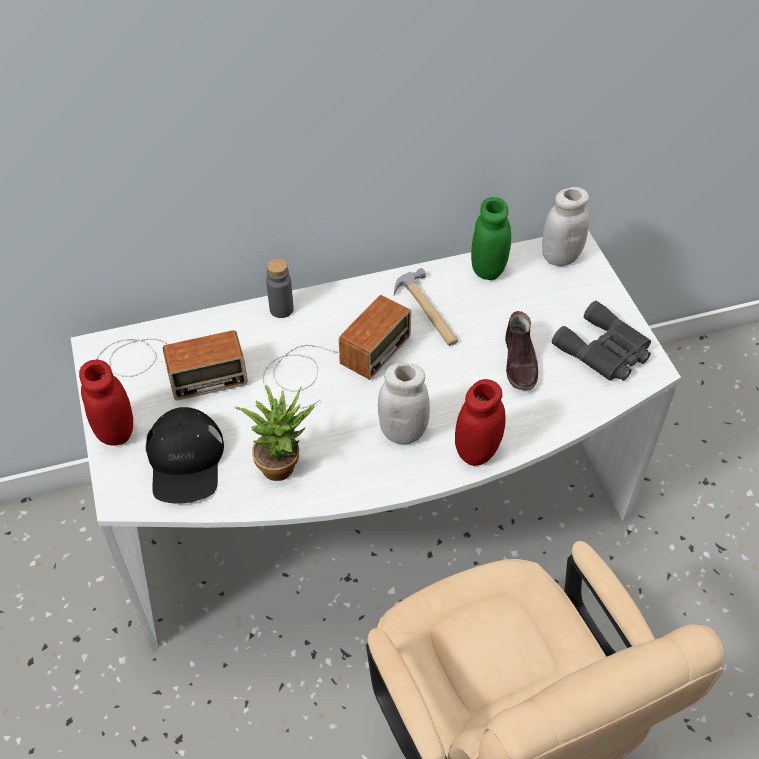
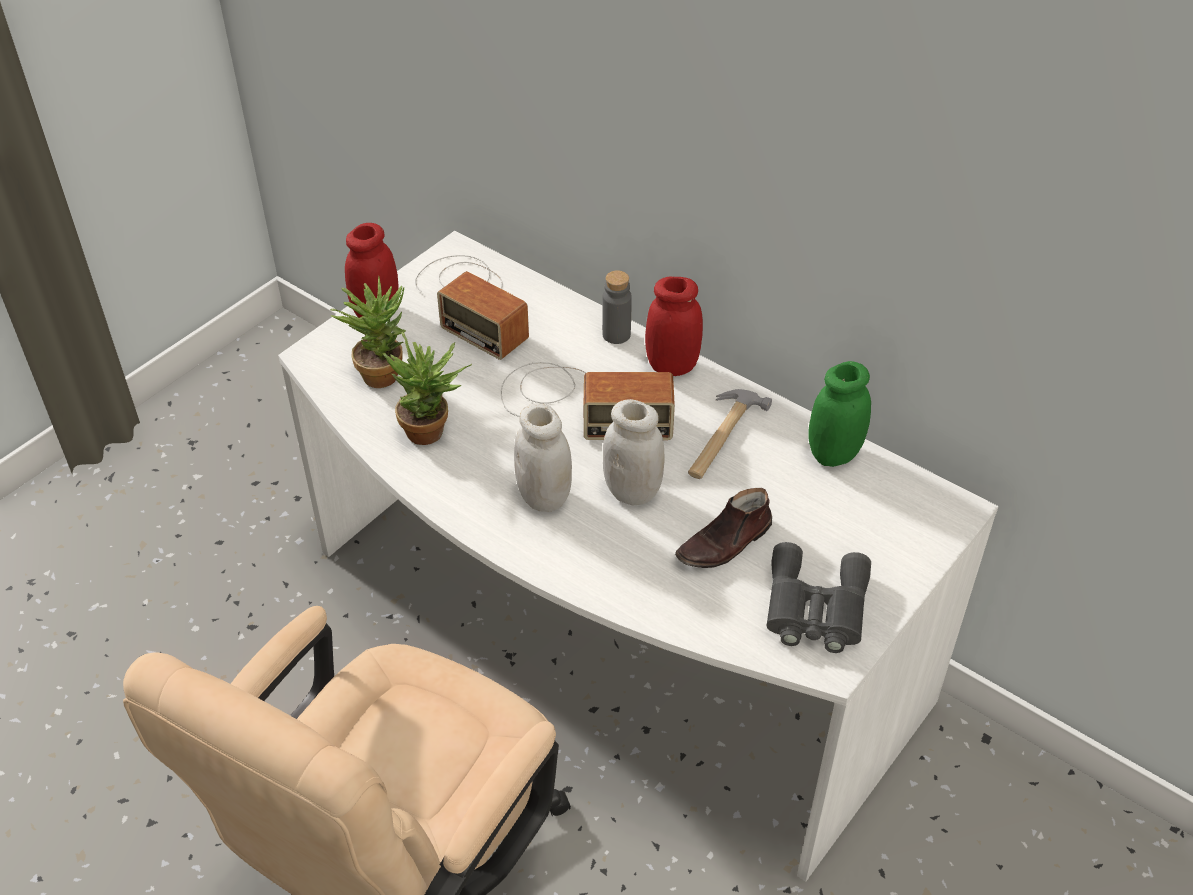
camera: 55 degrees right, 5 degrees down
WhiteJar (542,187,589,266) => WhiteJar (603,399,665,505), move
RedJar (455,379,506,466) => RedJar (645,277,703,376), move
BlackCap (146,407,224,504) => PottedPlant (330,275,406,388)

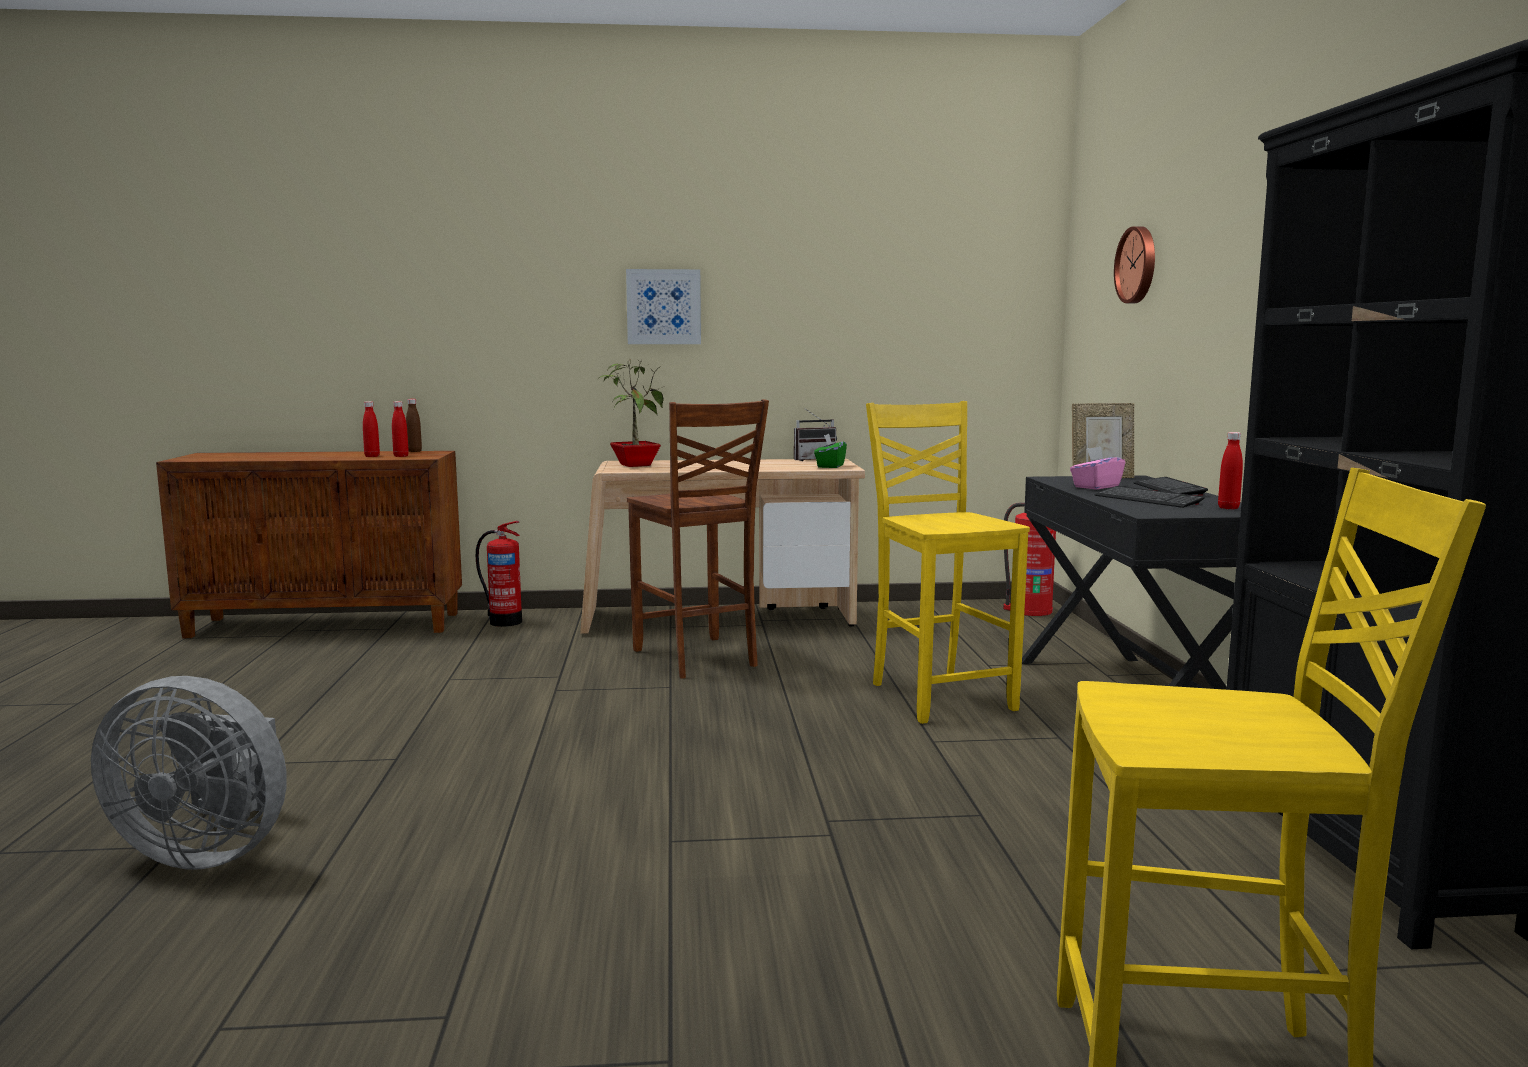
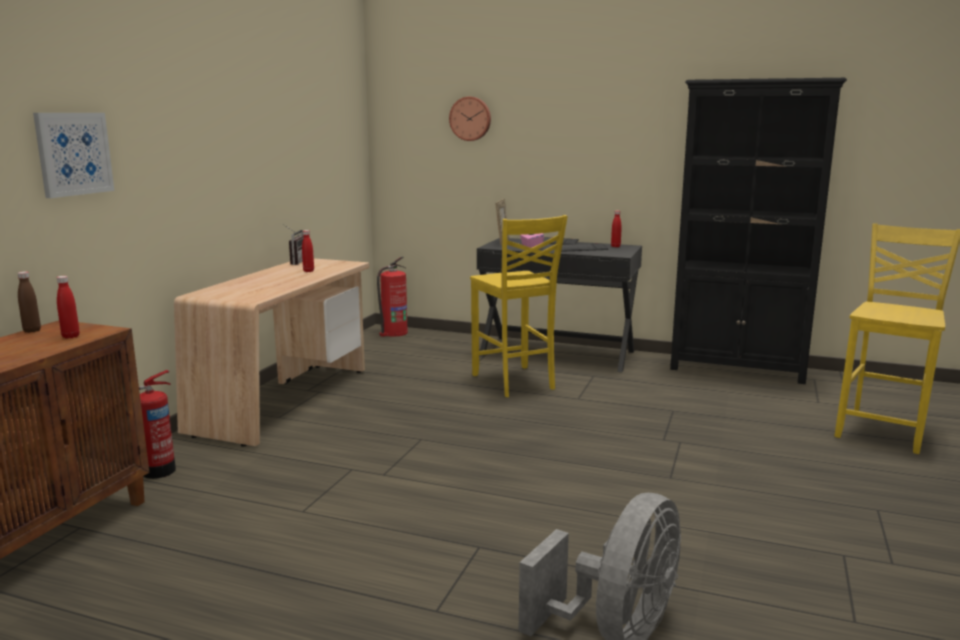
camera: 65 degrees left, 5 degrees up
Picture (626,269,701,344) => Picture (33,113,114,198), move
PottedPlant (596,358,665,467) => nothing
BrownChair (627,399,769,679) => nothing
RedBottle (363,401,380,457) => RedBottle (302,230,314,272), move
YellowChair (866,401,1030,724) => YellowChair (470,215,568,397), 120 degrees counterclockwise
GreenTissueBox (814,434,847,468) => nothing

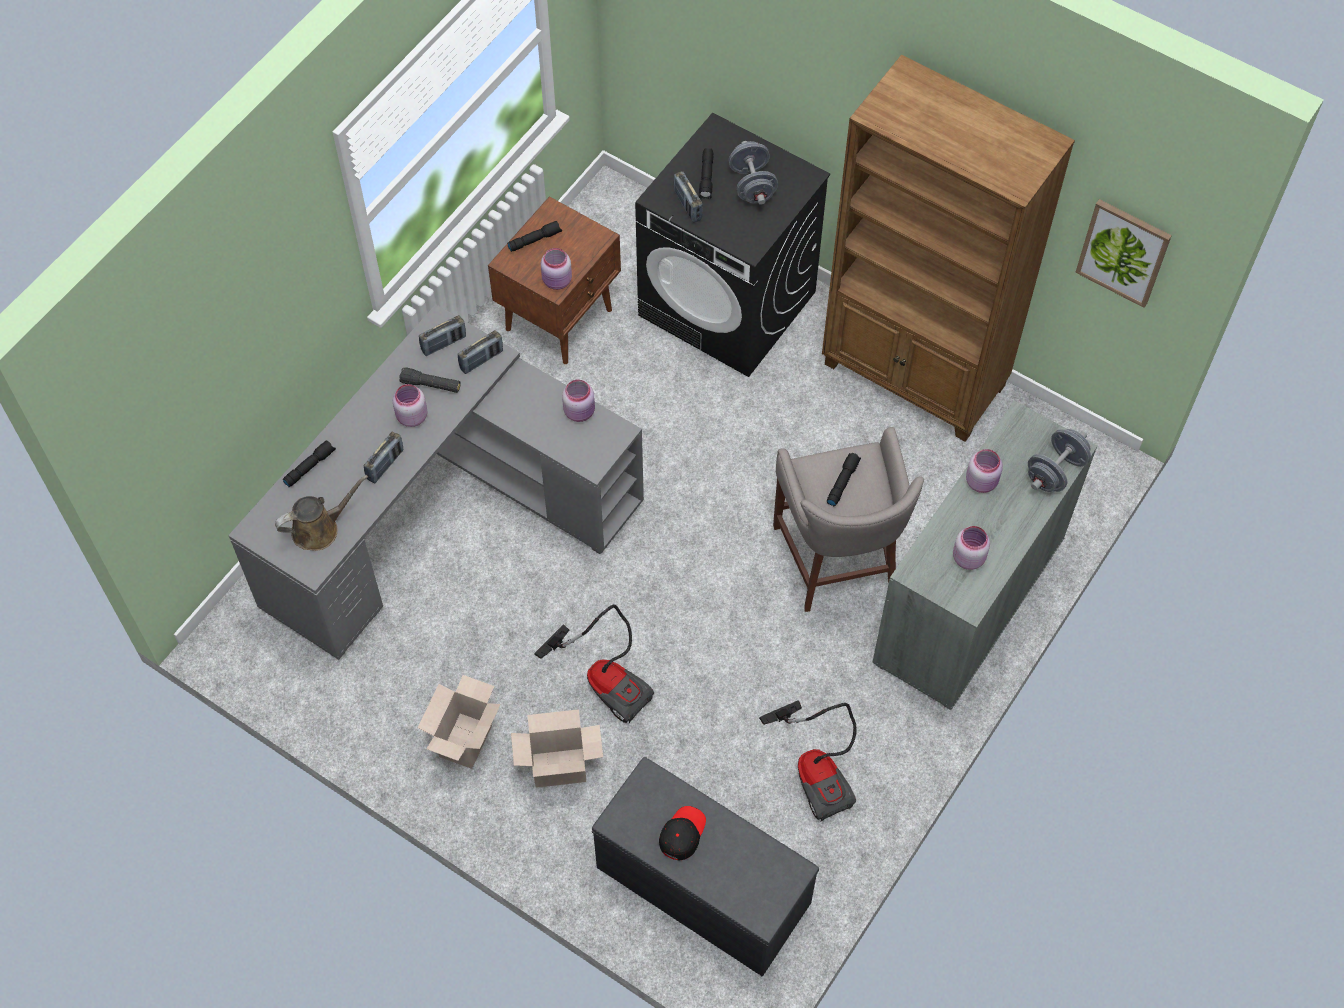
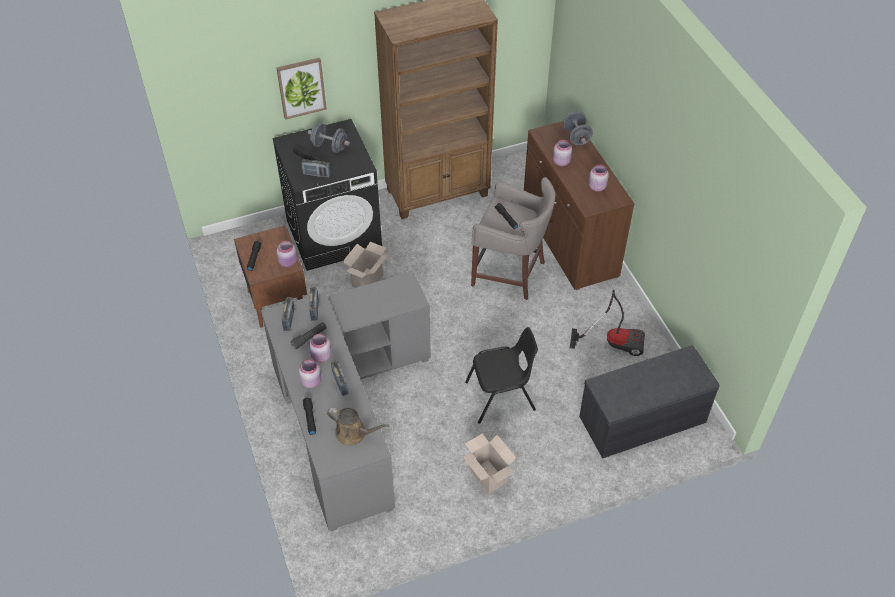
camera: 55 degrees left, 10 degrees down
Picture (1075,199,1172,308) => Picture (276,58,327,120), move
PinkJar (562,379,595,422) => PinkJar (299,359,321,388), move
GreyCabinet (872,401,1098,710) => BrownCabinet (524,121,635,290)
BrownWateringCan (275,475,368,551) => BrownWateringCan (327,408,389,446), 105 degrees clockwise
VacuumCleaner (534,604,654,724) => BlackChair (465,327,538,424)
CardboardBox (511,709,603,788) => CardboardBox (343,242,388,288), move
BlackCap (659,806,706,861) => nothing

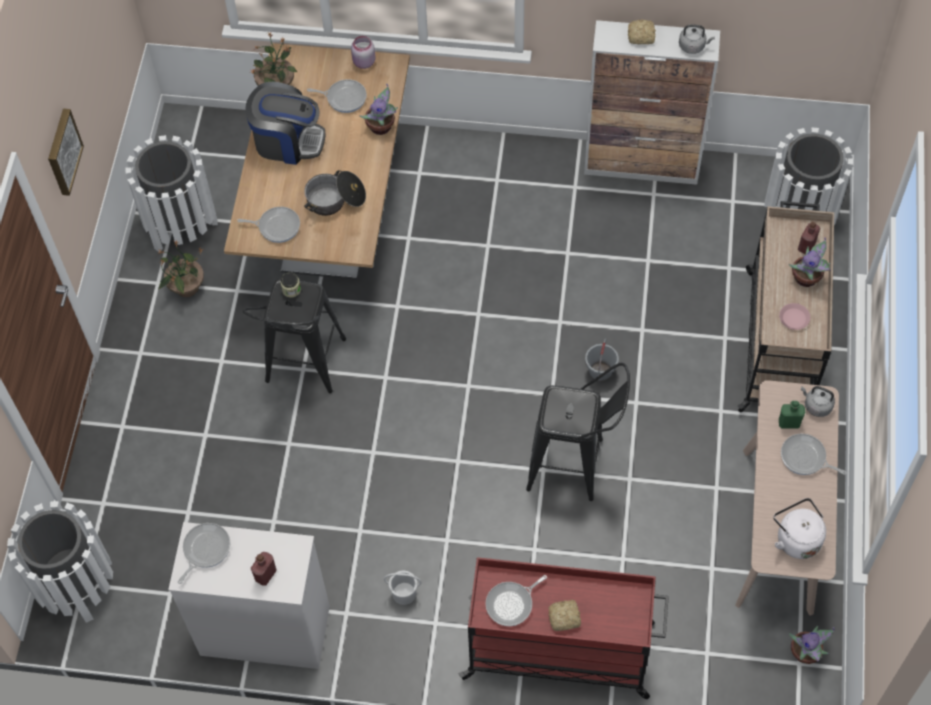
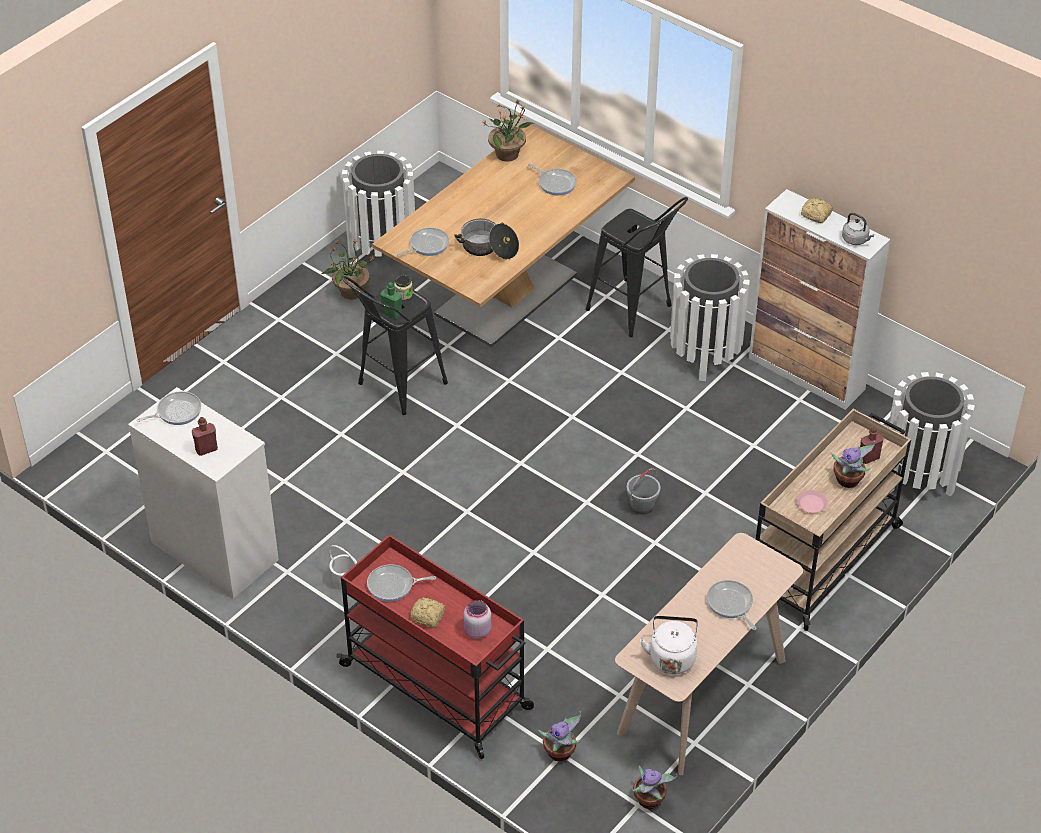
camera: 30 degrees right, 15 degrees down
PinkJar (351,36,375,69) => PinkJar (464,600,491,639), move
CoffeeMachine (245,82,326,165) => nothing
PottedPlant (360,83,398,135) => PottedPlant (538,711,581,762), move
Picture (48,109,84,196) => nothing
FryingPan (237,207,300,243) => FryingPan (397,228,449,256), 75 degrees counterclockwise
BlackStool (526,363,630,501) => BlackStool (586,197,688,337), move
GreyKettle (801,386,835,417) => nothing
GreenBottle (779,401,805,429) => GreenBottle (381,282,402,319), move
WhiteTrashCan (7,501,113,623) => WhiteTrashCan (670,254,750,381), move

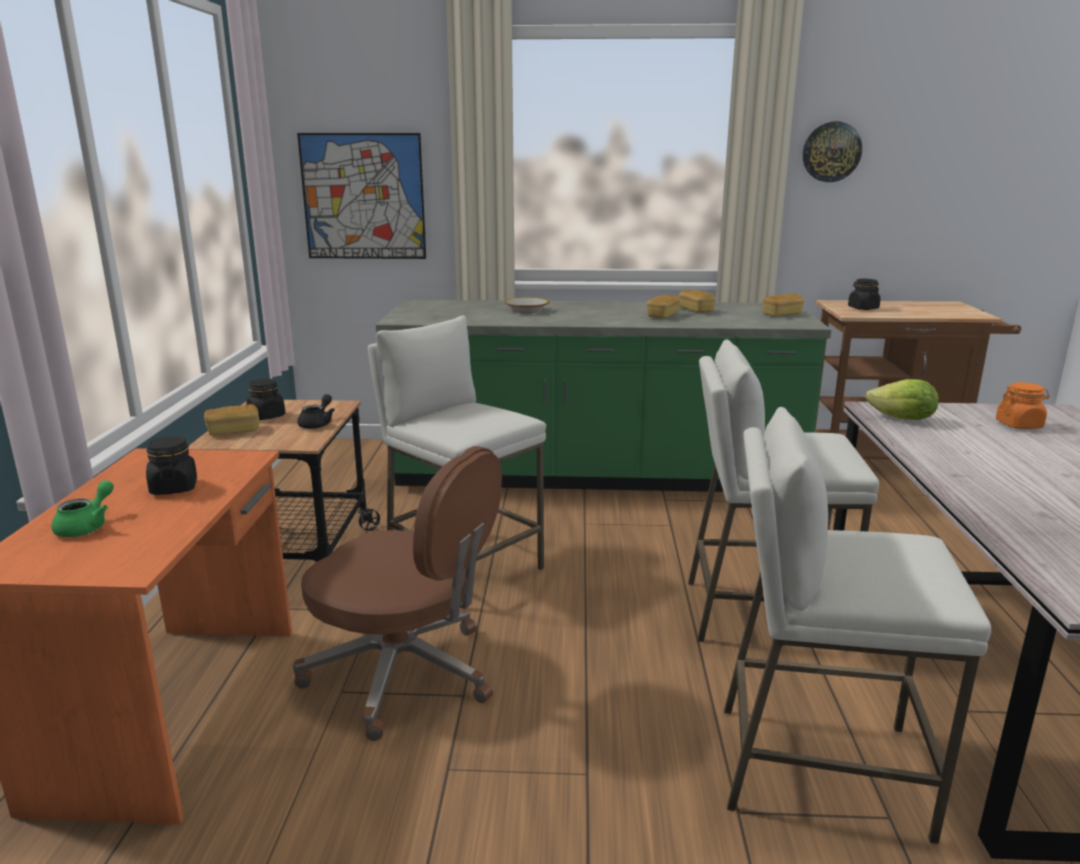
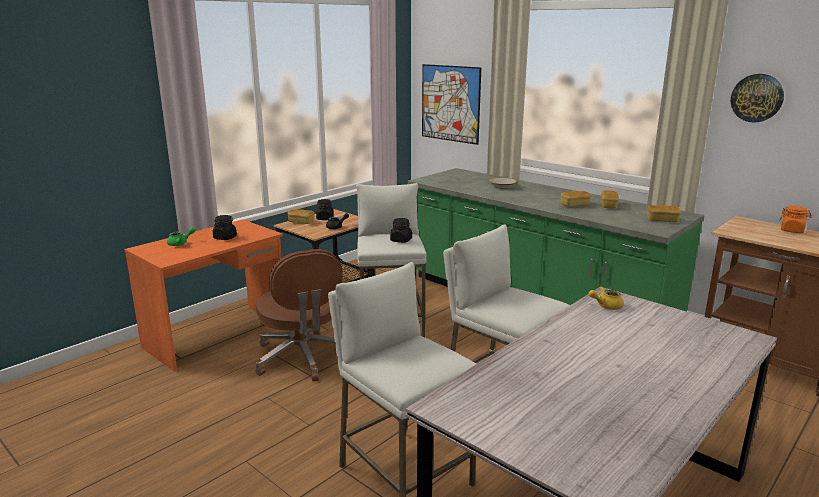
camera: 40 degrees right, 0 degrees up
BlackJar (848,279,881,310) => BlackJar (390,218,412,243), move
Lettuce (865,379,939,420) => YellowTeapot (589,286,624,310)
OrangeJar (996,382,1050,429) => OrangeJar (779,206,812,233), move

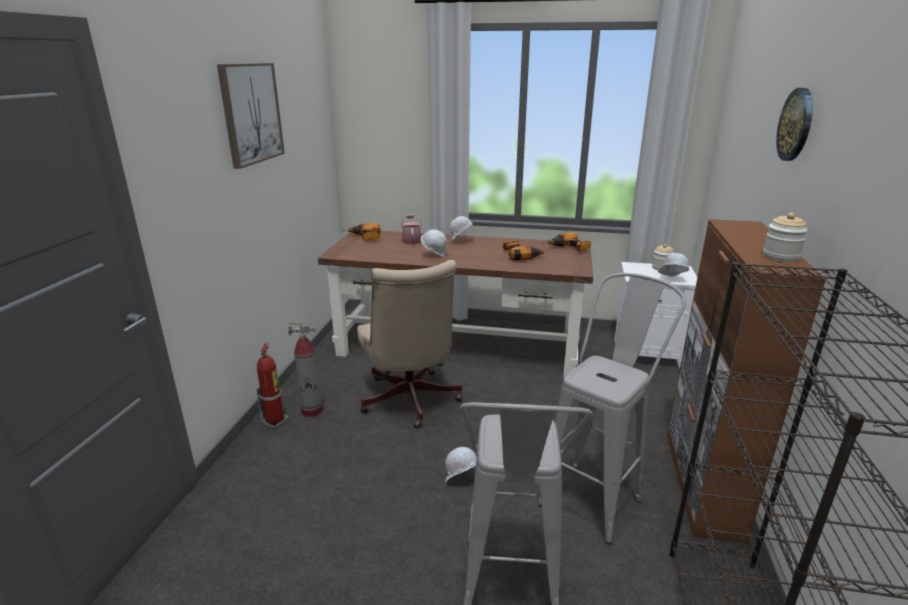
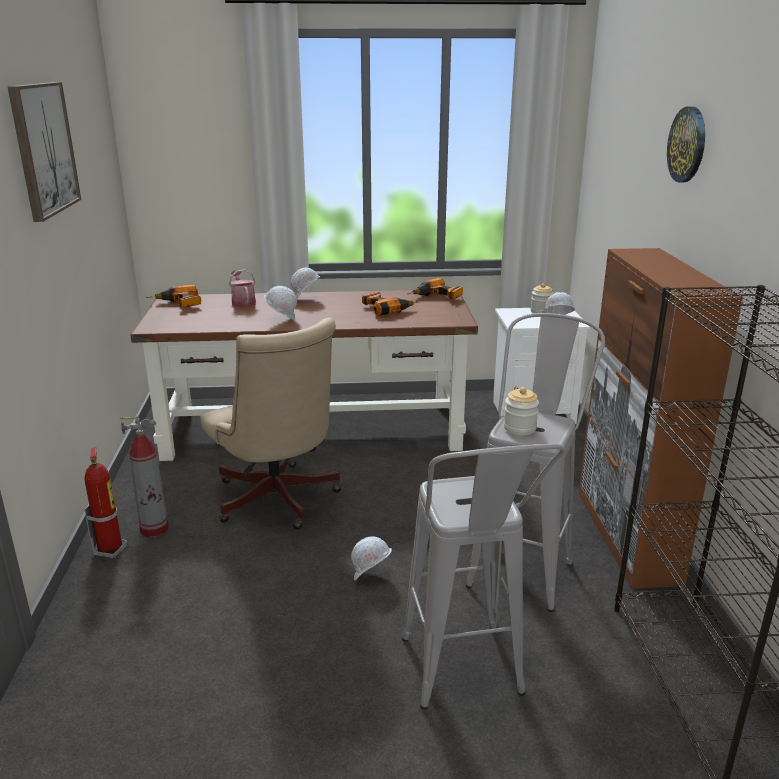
camera: 15 degrees left, 0 degrees up
Jar (763,213,808,262) => Jar (504,387,539,435), move

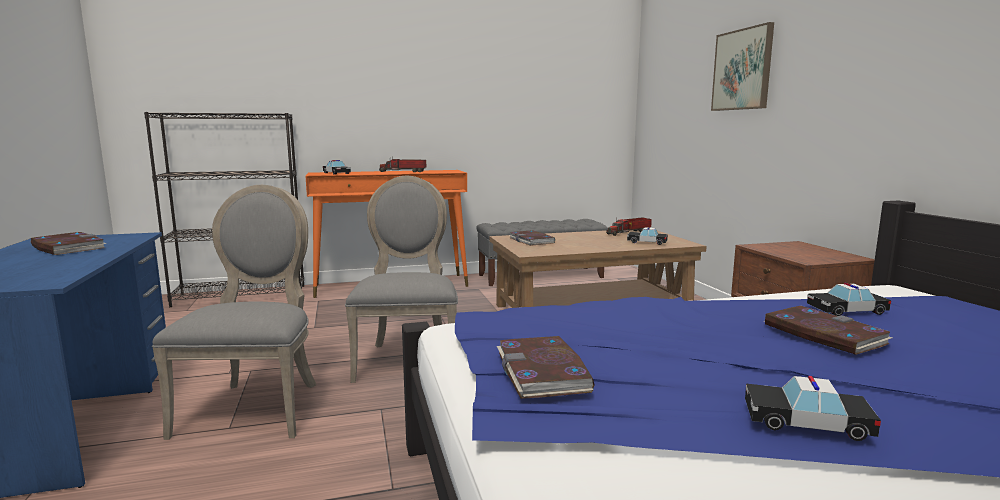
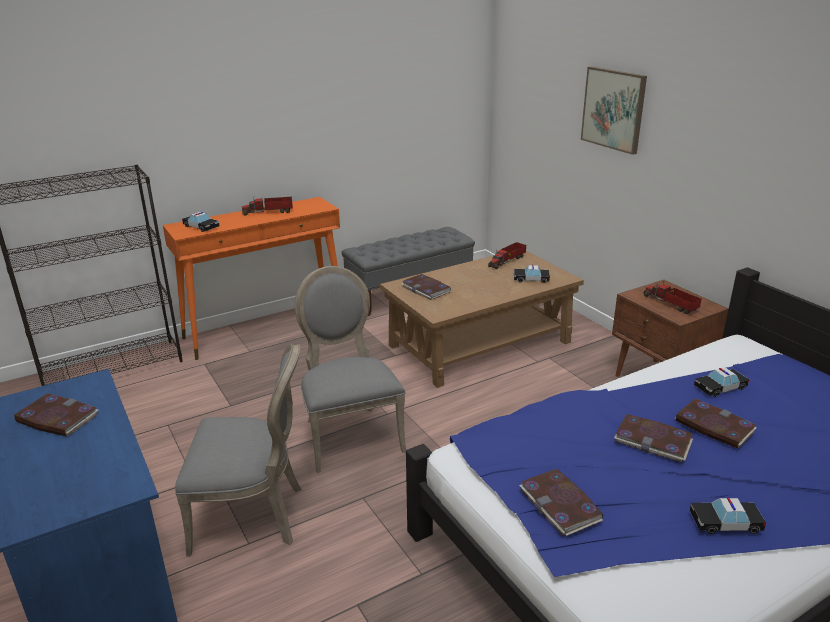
camera: 15 degrees left, 15 degrees up
GreyChair (152,185,316,440) => GreyChair (175,344,302,557), 105 degrees clockwise
nothing => ToyTruck (643,282,702,314)
nothing => Book (614,414,693,462)

